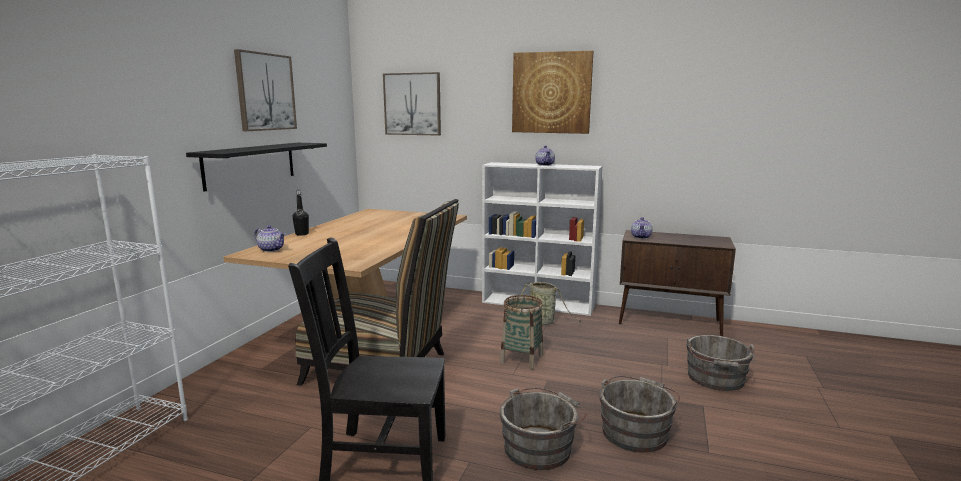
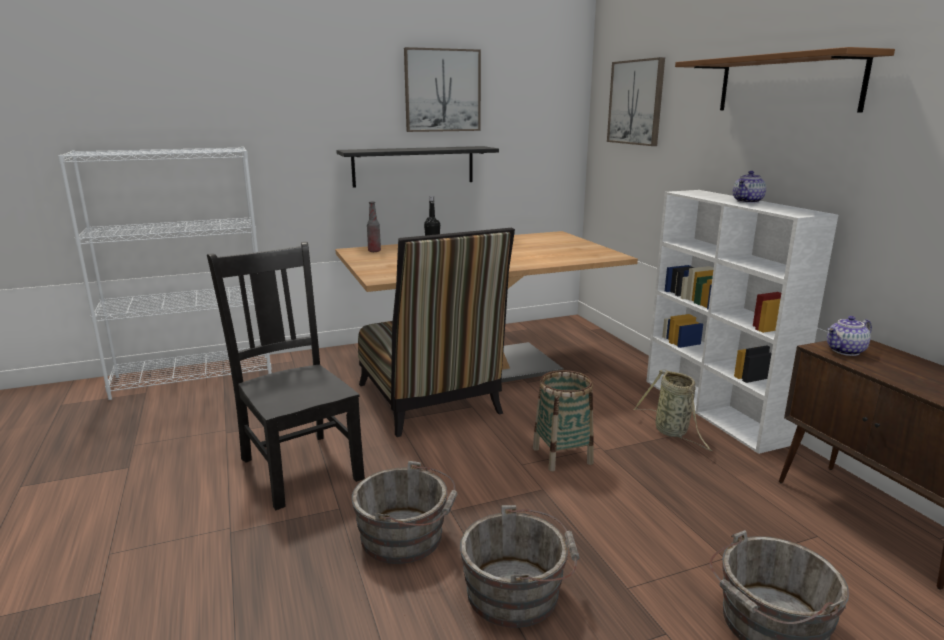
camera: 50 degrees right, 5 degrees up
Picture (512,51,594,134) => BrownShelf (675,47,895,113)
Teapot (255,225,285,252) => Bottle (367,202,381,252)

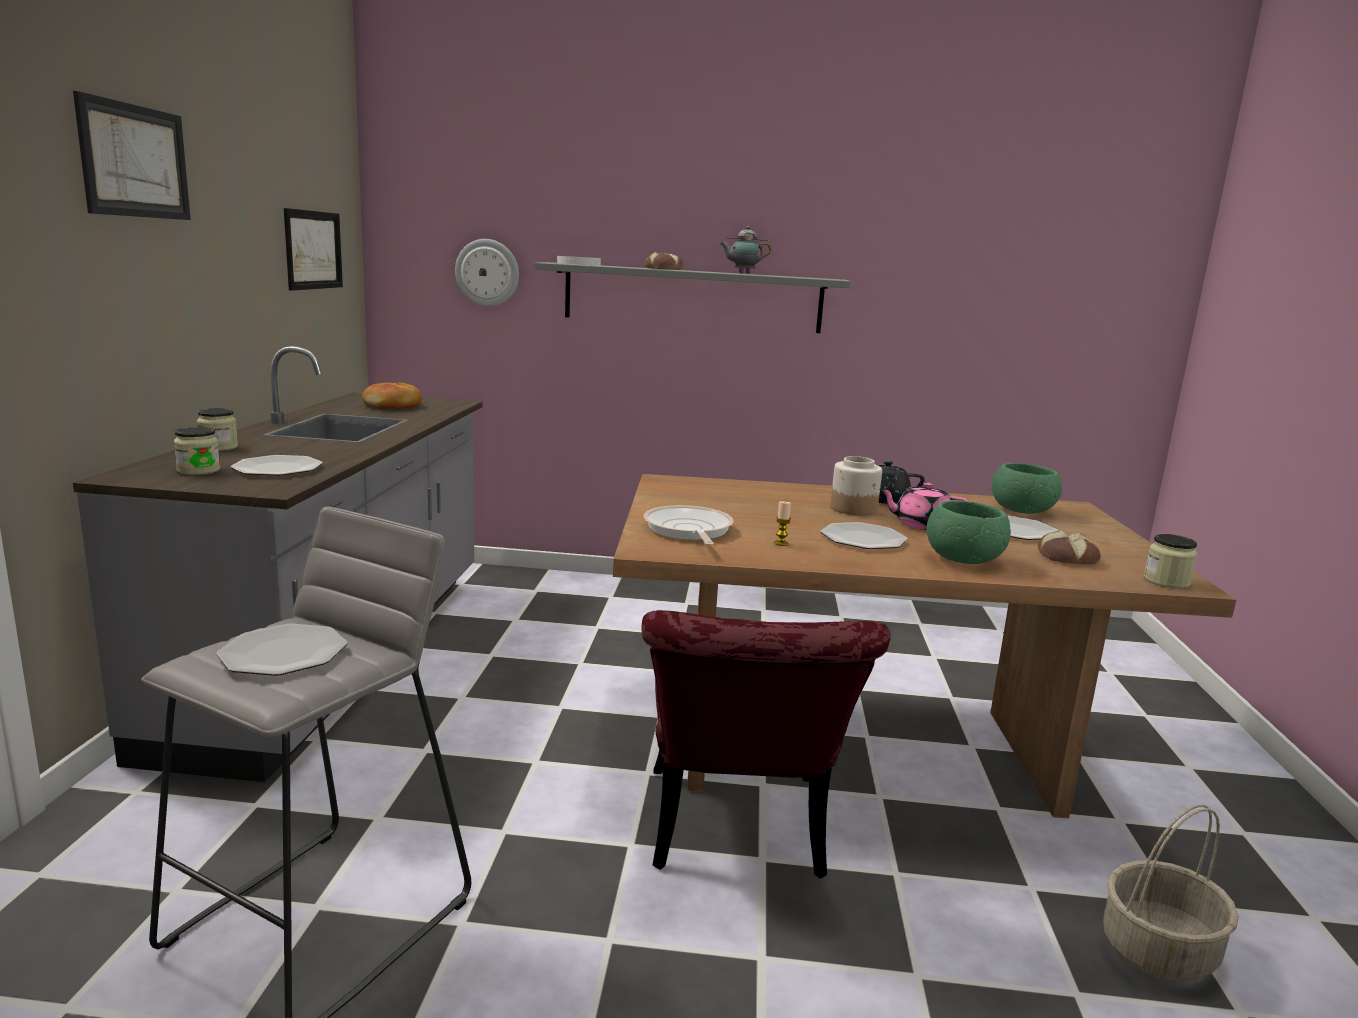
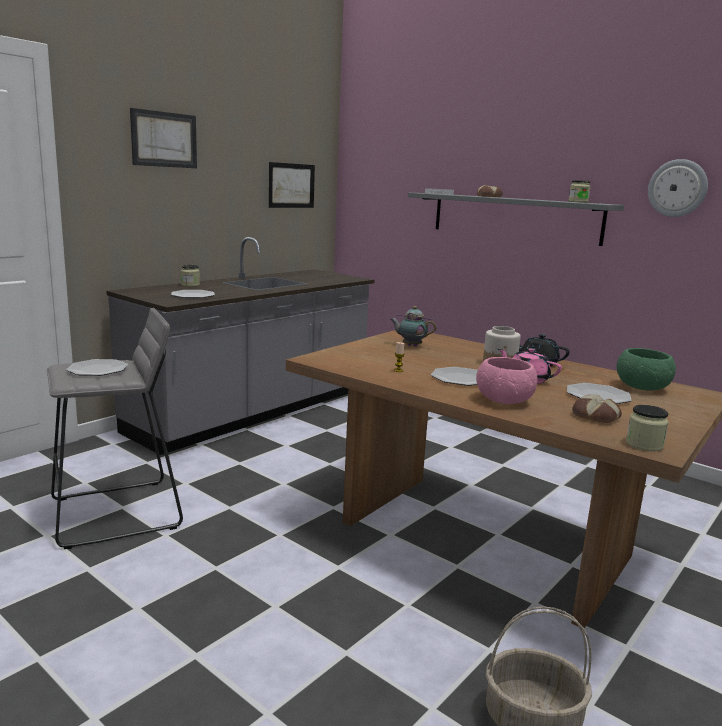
camera: 35 degrees right, 0 degrees up
Teapot (719,226,771,274) => Teapot (390,306,436,347), move
WallClock (455,239,519,306) => WallClock (648,159,708,217), move
Bread (362,382,422,409) => nothing
Jar (174,427,220,475) => Jar (568,180,591,203), move
GreenBowl (927,501,1011,564) => PinkBowl (476,357,537,404)
FryingPan (644,505,734,546) => nothing
RedChair (641,610,891,879) => nothing

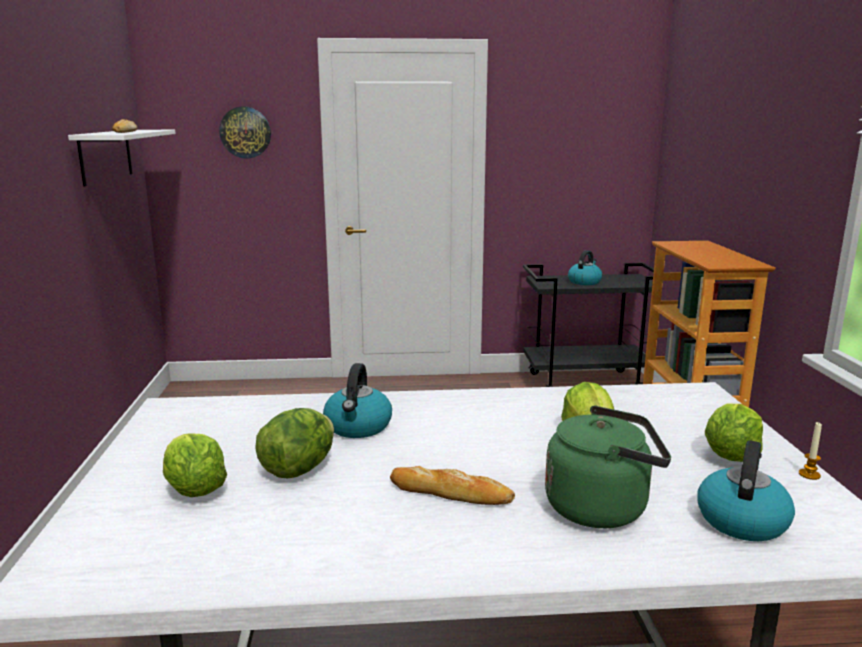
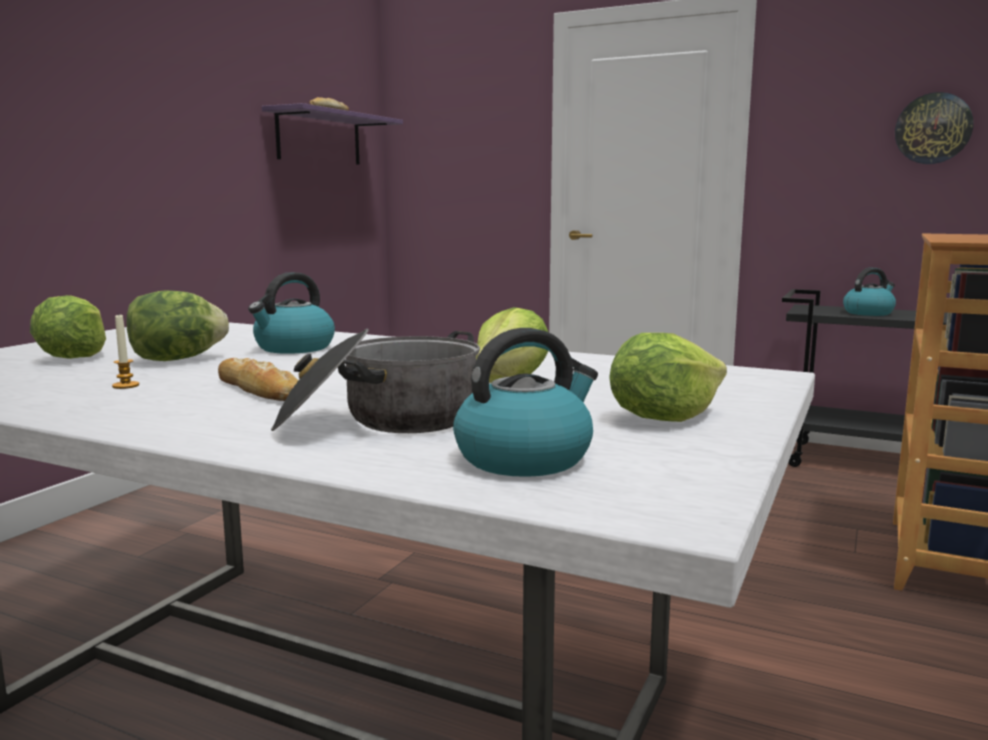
camera: 30 degrees right, 5 degrees down
WallClock (219,107,271,158) => WallClock (895,92,973,164), move
WhiteShelf (68,130,176,186) => PurpleShelf (262,103,403,165)
GreenKettle (545,405,671,528) => CookingPot (271,328,480,433)
Candle (799,422,822,480) => Candle (112,315,139,389), move

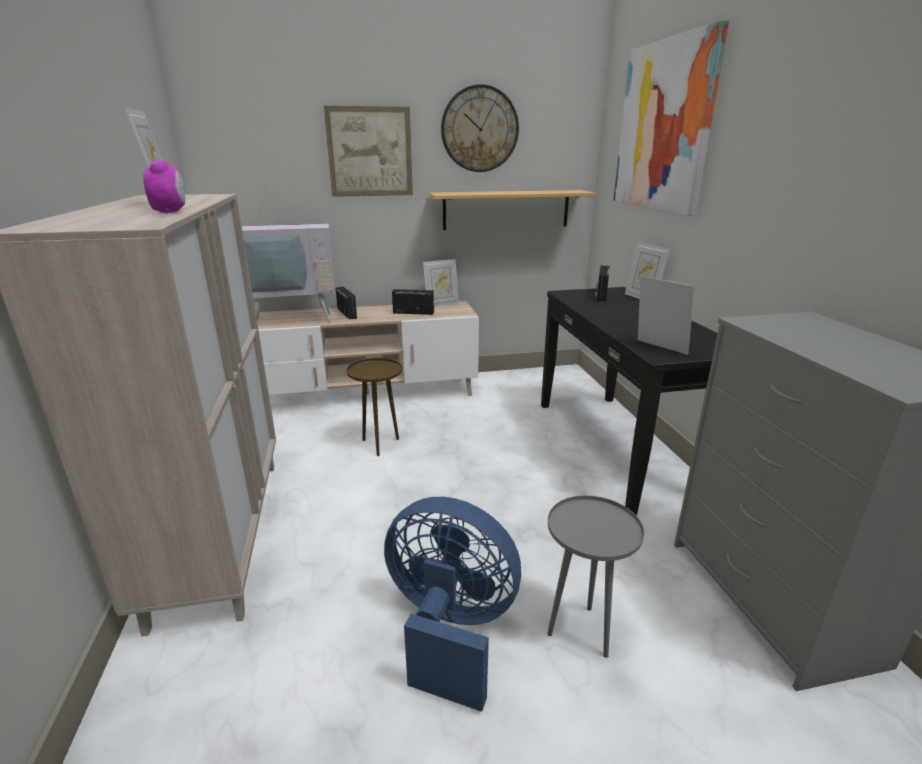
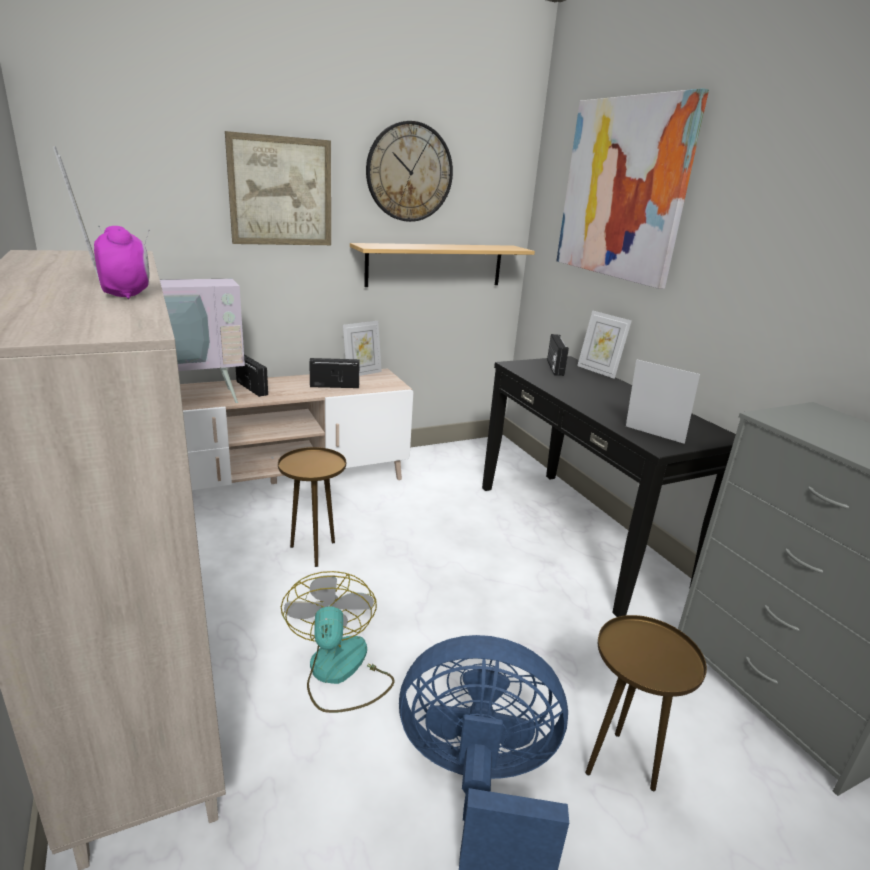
camera: 15 degrees left, 0 degrees up
GreySideTable (547,496,644,658) => BrownSideTable (585,615,707,791)
nothing => Fan (281,571,395,713)

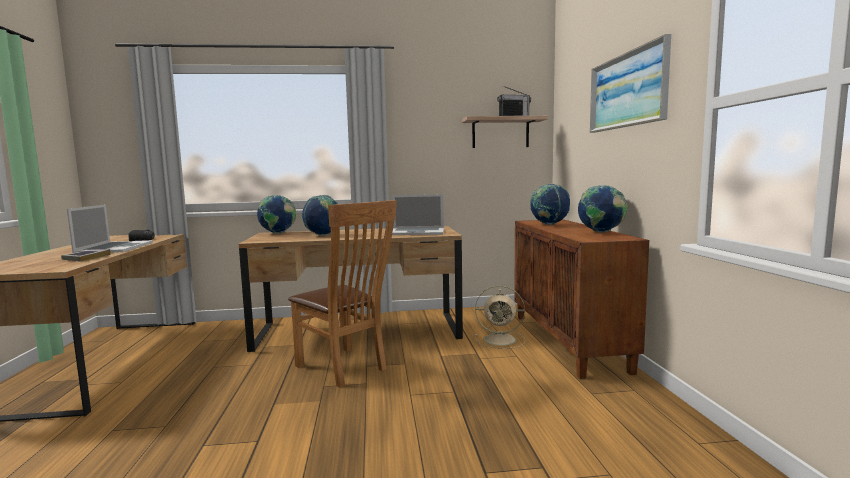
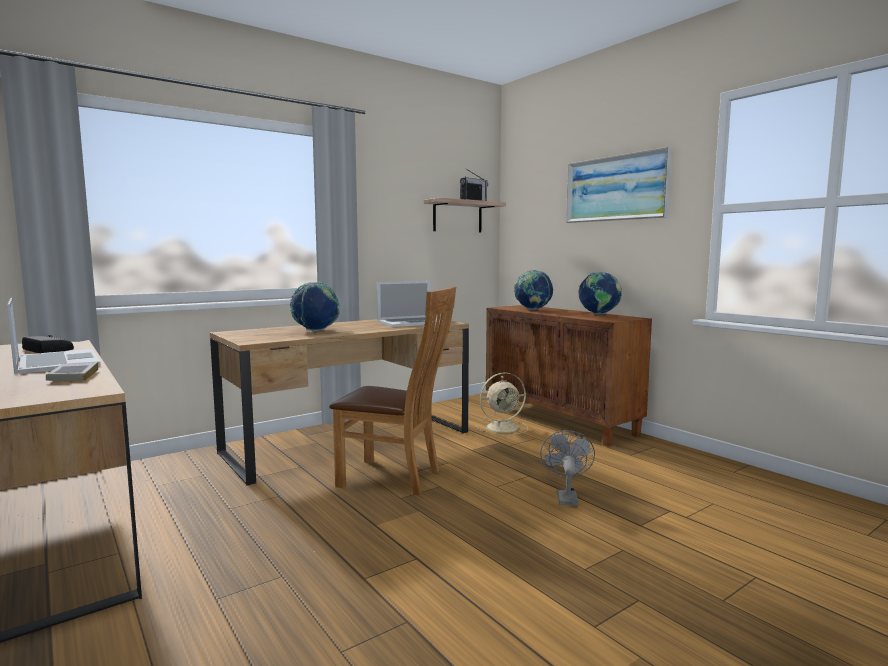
camera: 30 degrees left, 0 degrees up
Globe (257,195,296,233) => nothing
nothing => GreyFan (540,430,595,506)

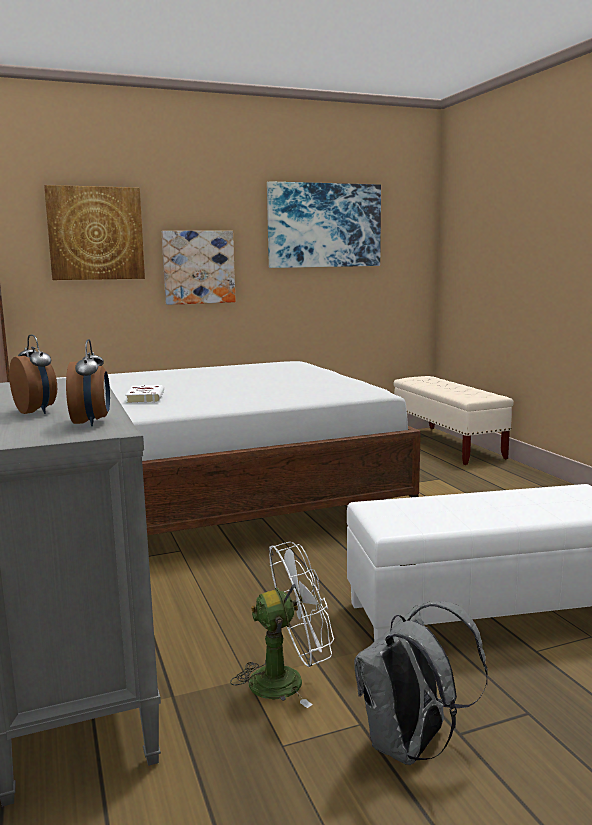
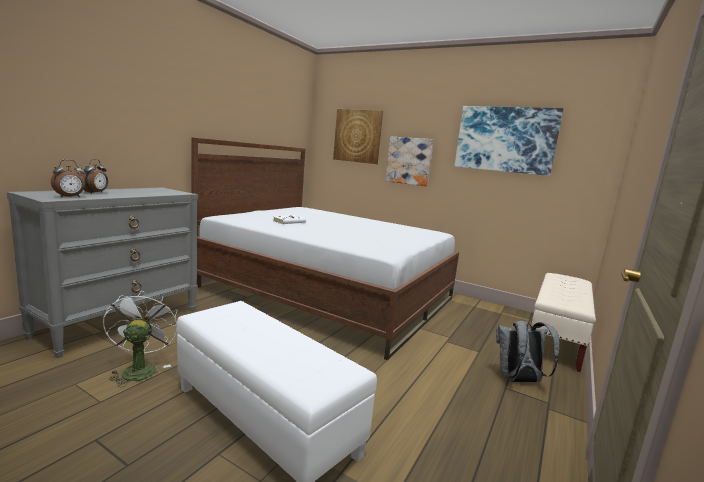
camera: 50 degrees right, 0 degrees up
WhiteFan (230,542,334,708) => WhiteFan (103,290,177,387), 135 degrees counterclockwise
GreyBackpack (354,601,488,765) => GreyBackpack (496,321,560,383), move

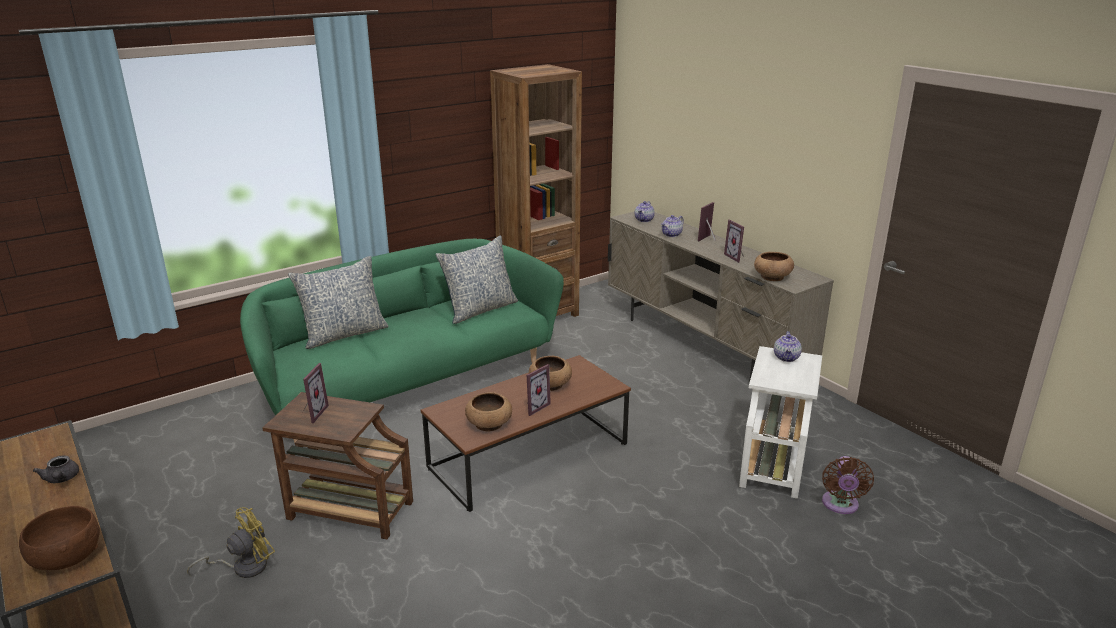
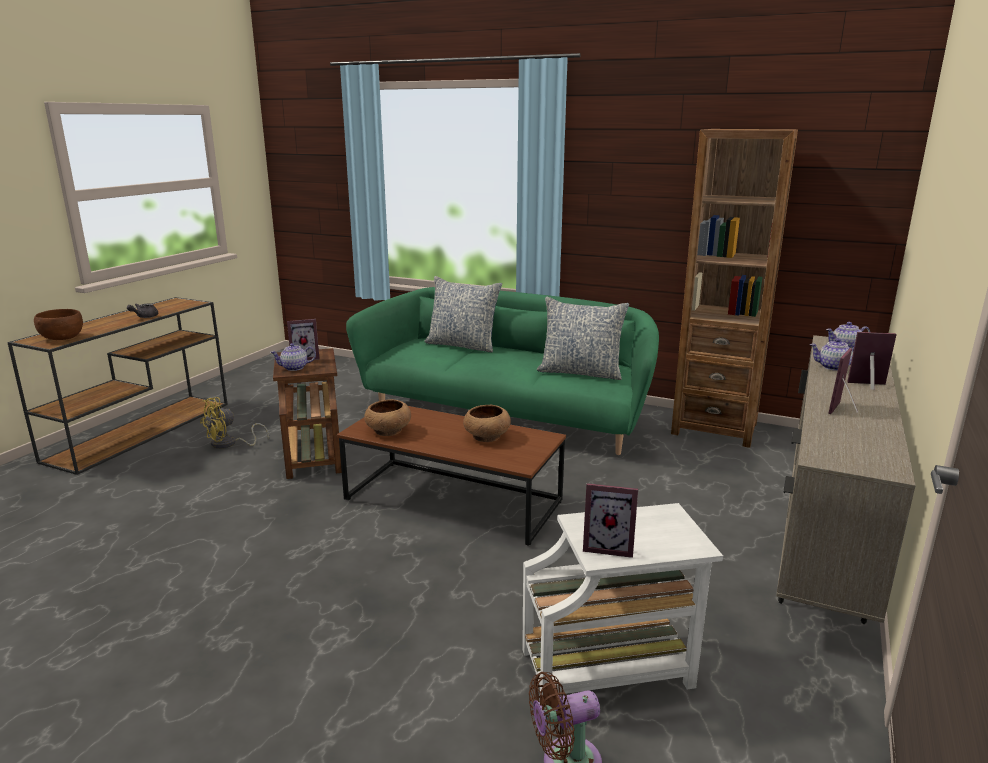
camera: 60 degrees right, 5 degrees down
BrownBowl (754,252,794,281) => nothing
Teapot (774,331,802,362) => Teapot (270,343,316,371), move
PictureFrame (527,364,551,416) => PictureFrame (583,483,638,558), move
YellowFan (187,507,275,578) => YellowFan (200,397,269,449), 120 degrees clockwise

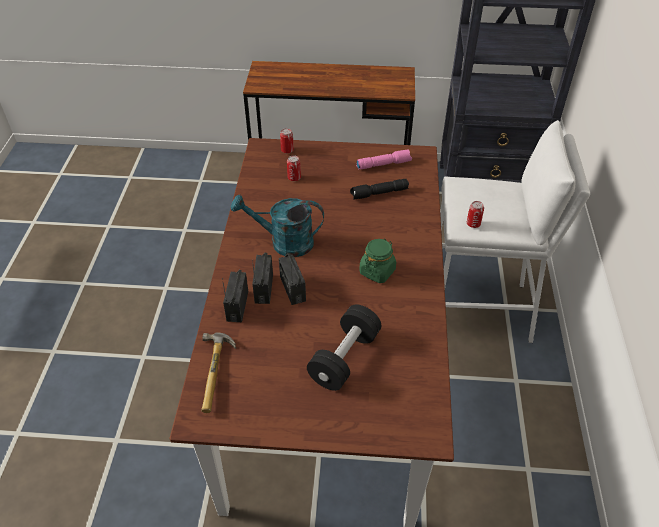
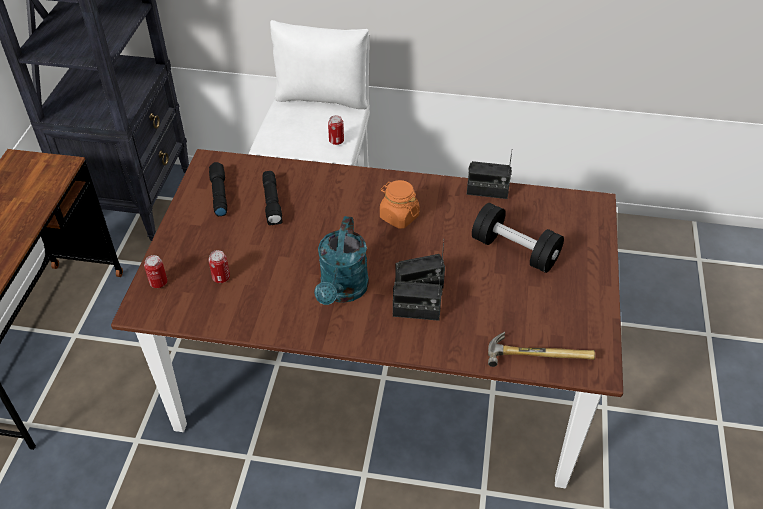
camera: 85 degrees left, 0 degrees up
PinkFlashlight (356,150,412,170) => BlackFlashlight (209,162,227,216)
GreenJar (359,238,396,283) => OrangeJar (380,180,420,229)
Radio (222,270,248,322) => Radio (467,152,512,199), move

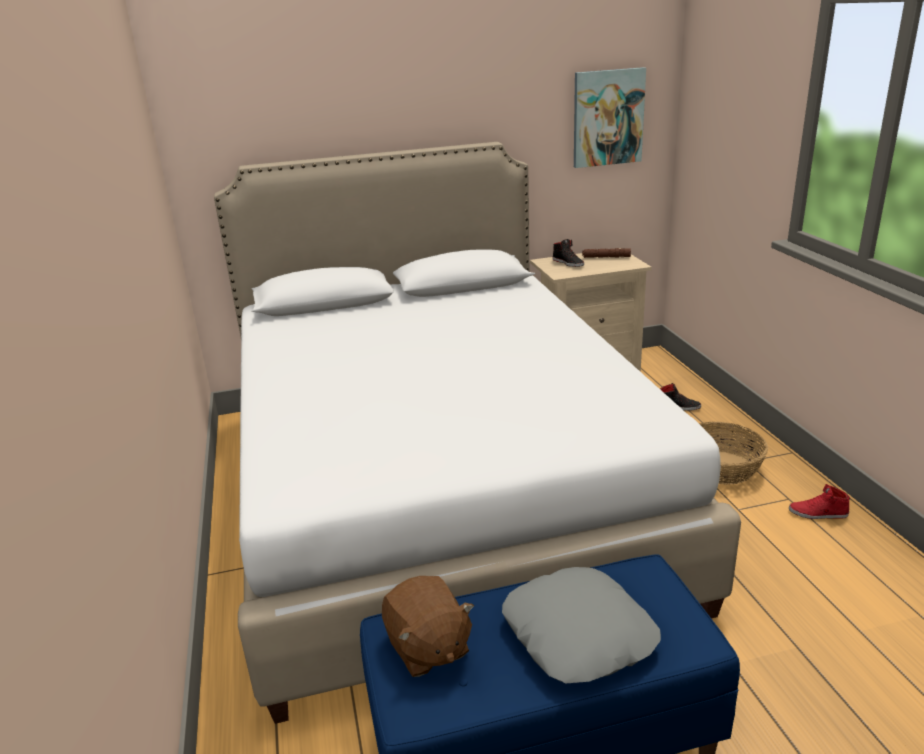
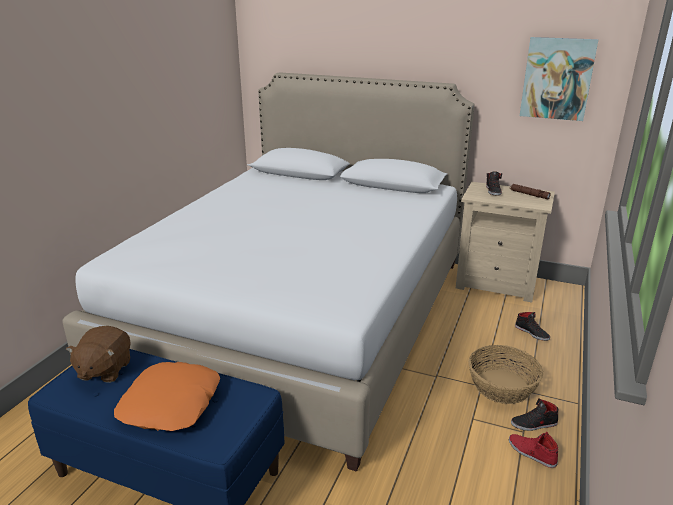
camera: 35 degrees right, 0 degrees up
GreyPillow (502,567,661,683) => OrangePillow (114,362,220,431)
nothing => BlackShoe (511,399,559,431)

